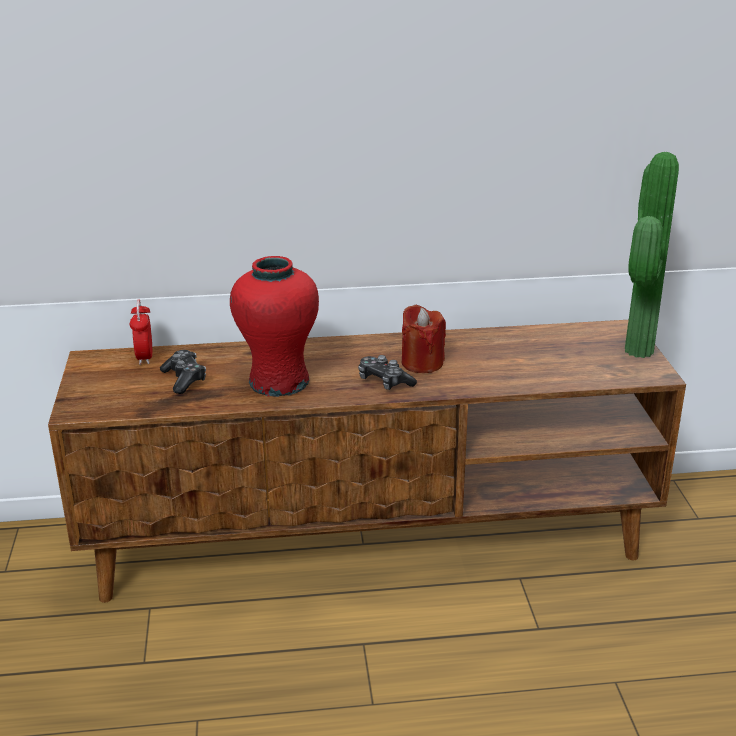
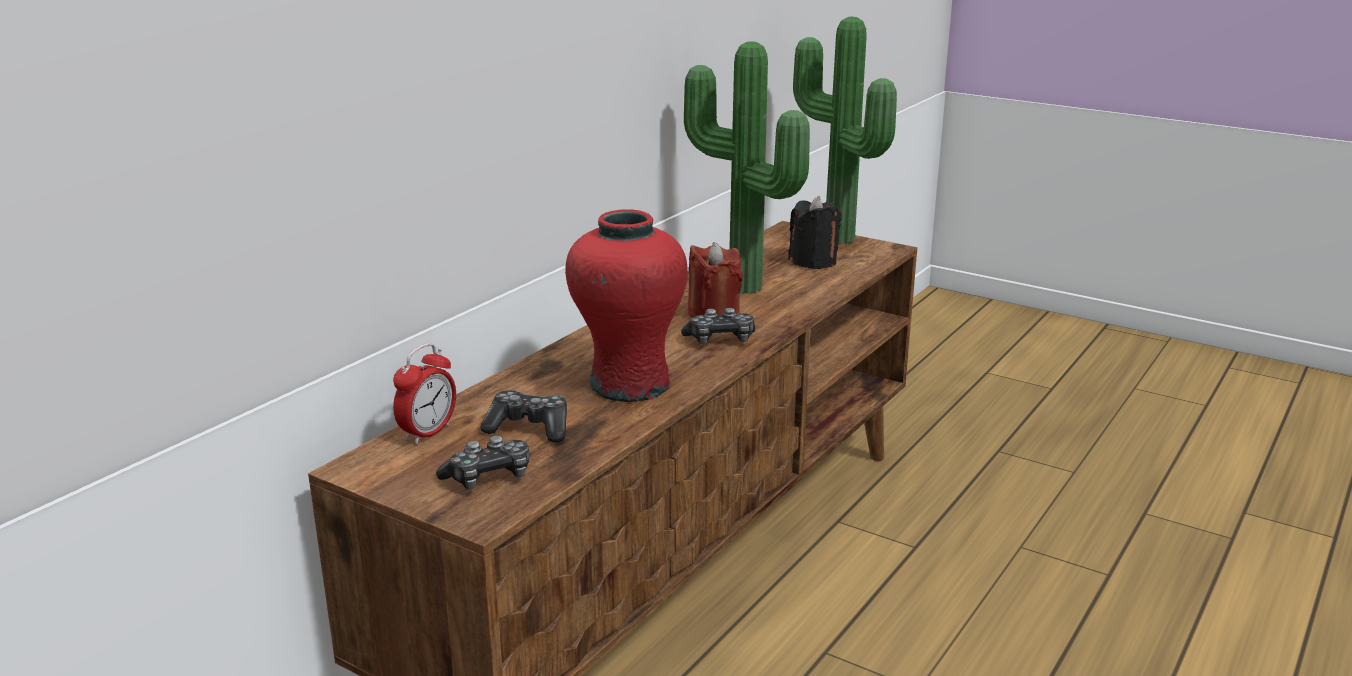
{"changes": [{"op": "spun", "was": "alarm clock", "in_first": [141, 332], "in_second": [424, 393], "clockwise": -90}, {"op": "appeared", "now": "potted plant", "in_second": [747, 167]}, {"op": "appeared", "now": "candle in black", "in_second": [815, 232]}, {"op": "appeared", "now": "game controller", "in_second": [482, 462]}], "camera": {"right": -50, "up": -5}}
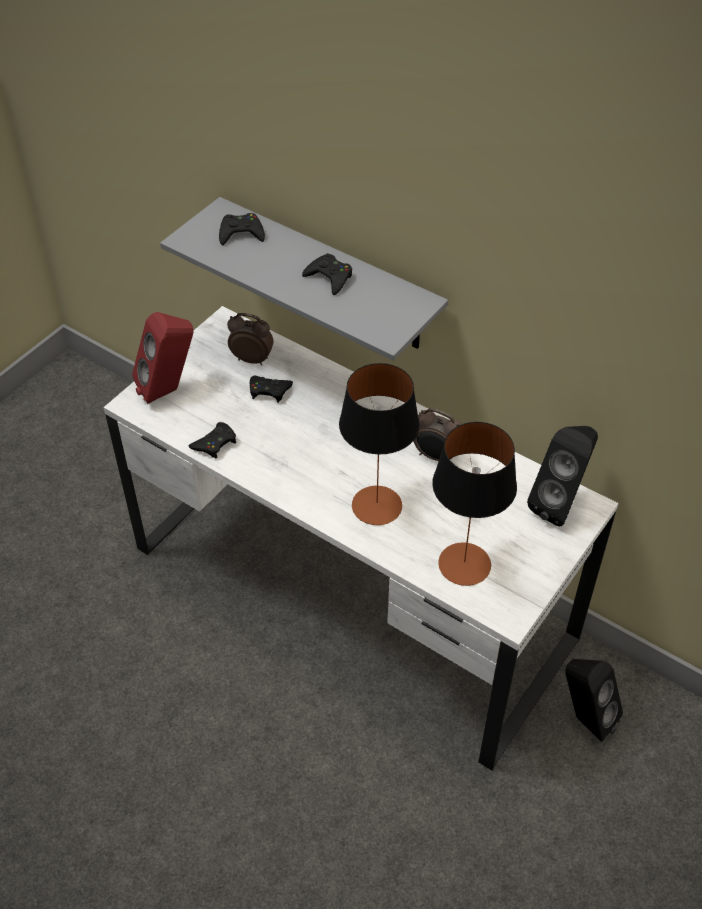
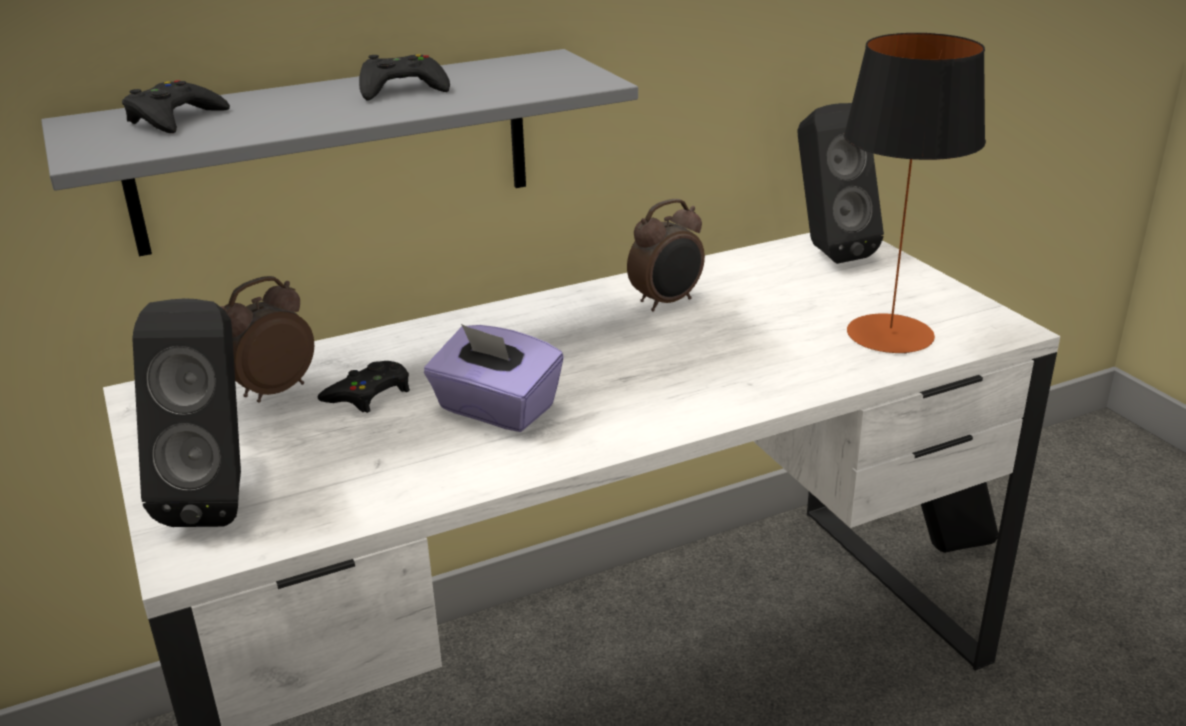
{"changes": [{"op": "colour", "was": "speaker in red", "now": "speaker in black", "in_first": [162, 358], "in_second": [186, 412]}, {"op": "missing", "was": "table lamp", "in_first": [379, 444]}, {"op": "missing", "was": "game controller in black", "in_first": [212, 440]}, {"op": "appeared", "now": "tissue box in purple", "in_second": [494, 378]}], "camera": {"right": -60, "up": -20}}
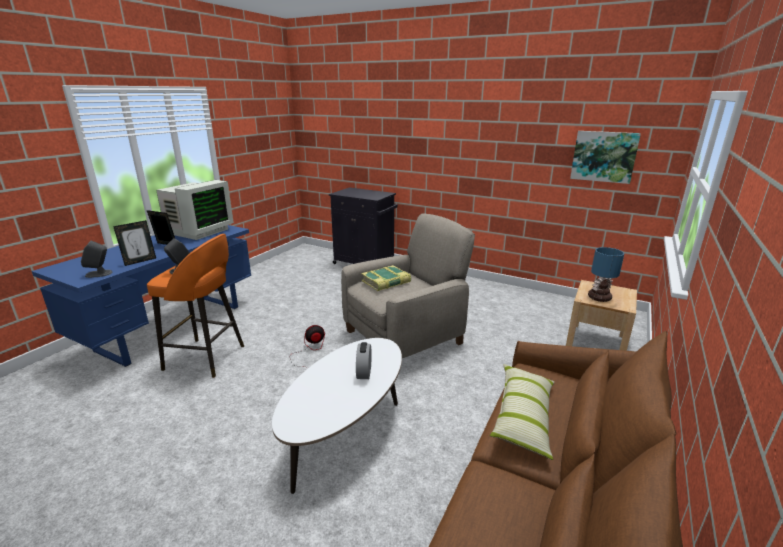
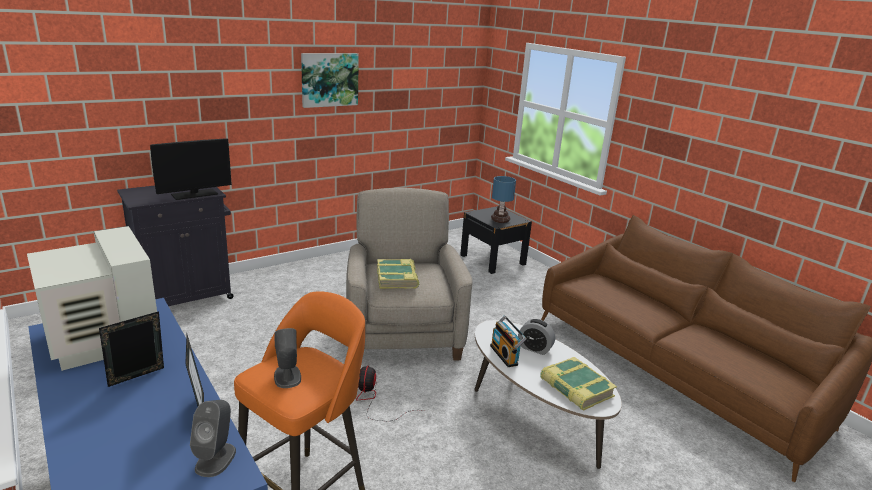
{"changes": [{"op": "relocated", "was": "picture", "in_first": [605, 157], "in_second": [330, 80]}, {"op": "colour", "was": "nightstand in beige", "now": "nightstand in black", "in_first": [601, 315], "in_second": [496, 240]}, {"op": "missing", "was": "pillow", "in_first": [522, 412]}, {"op": "appeared", "now": "monitor", "in_second": [191, 169]}, {"op": "appeared", "now": "radio", "in_second": [508, 341]}, {"op": "appeared", "now": "book", "in_second": [578, 383]}], "camera": {"right": -65, "up": 0}}
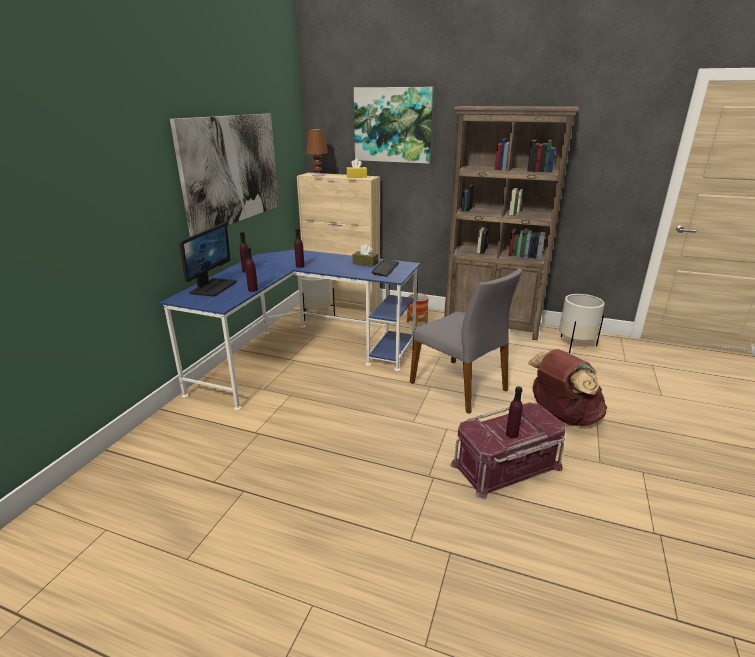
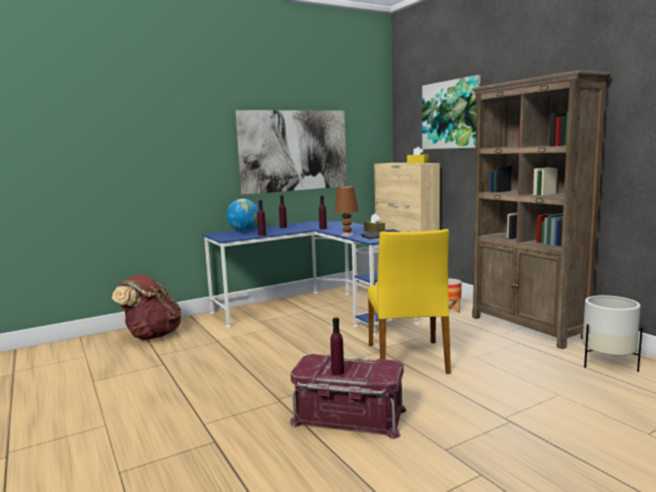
{"changes": [{"op": "relocated", "was": "table lamp in brown", "in_first": [317, 152], "in_second": [347, 211]}, {"op": "exchanged", "was": "monitor", "now": "globe", "in_first": [208, 260], "in_second": [243, 215]}, {"op": "colour", "was": "chair in grey", "now": "chair in yellow", "in_first": [466, 341], "in_second": [409, 301]}, {"op": "relocated", "was": "backpack in brown", "in_first": [567, 387], "in_second": [147, 307]}], "camera": {"right": 40, "up": -15}}
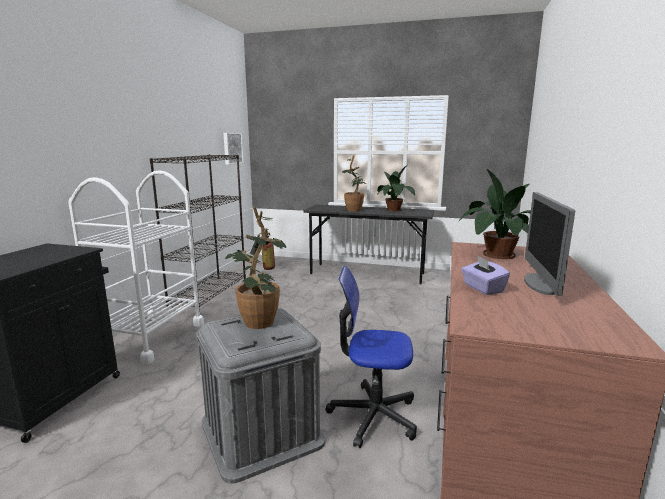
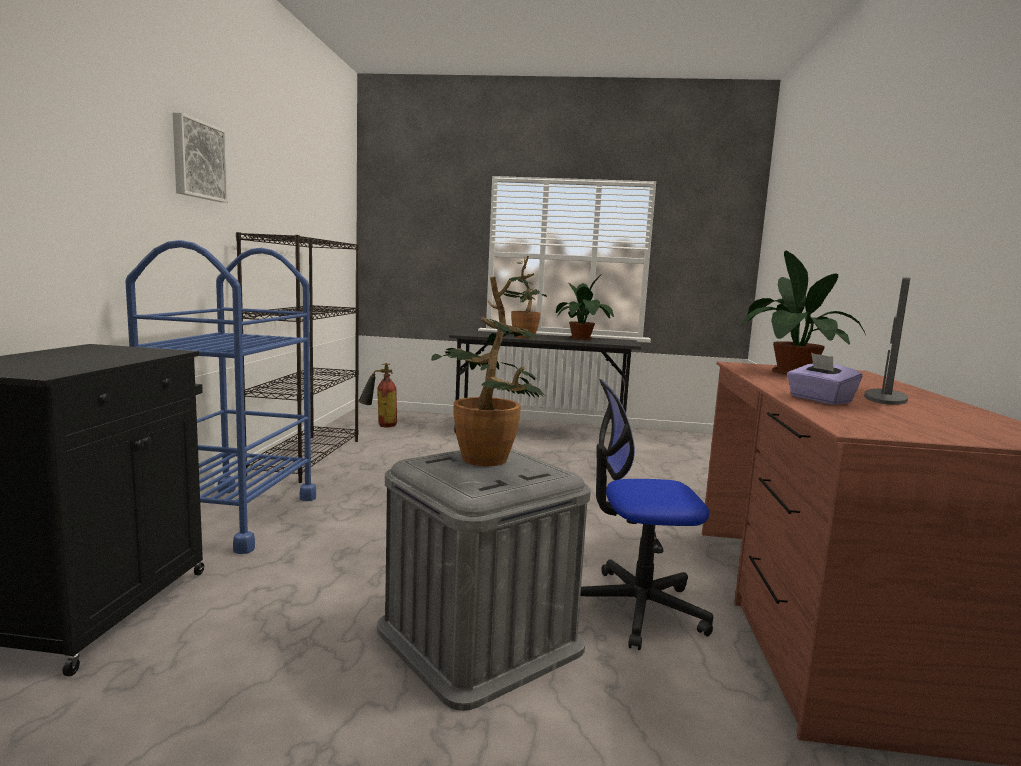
{"changes": [{"op": "relocated", "was": "picture", "in_first": [233, 149], "in_second": [200, 157]}, {"op": "colour", "was": "cart in white", "now": "cart in blue", "in_first": [136, 267], "in_second": [220, 397]}, {"op": "spun", "was": "monitor", "in_first": [549, 244], "in_second": [887, 341], "clockwise": -150}], "camera": {"right": -10, "up": -5}}
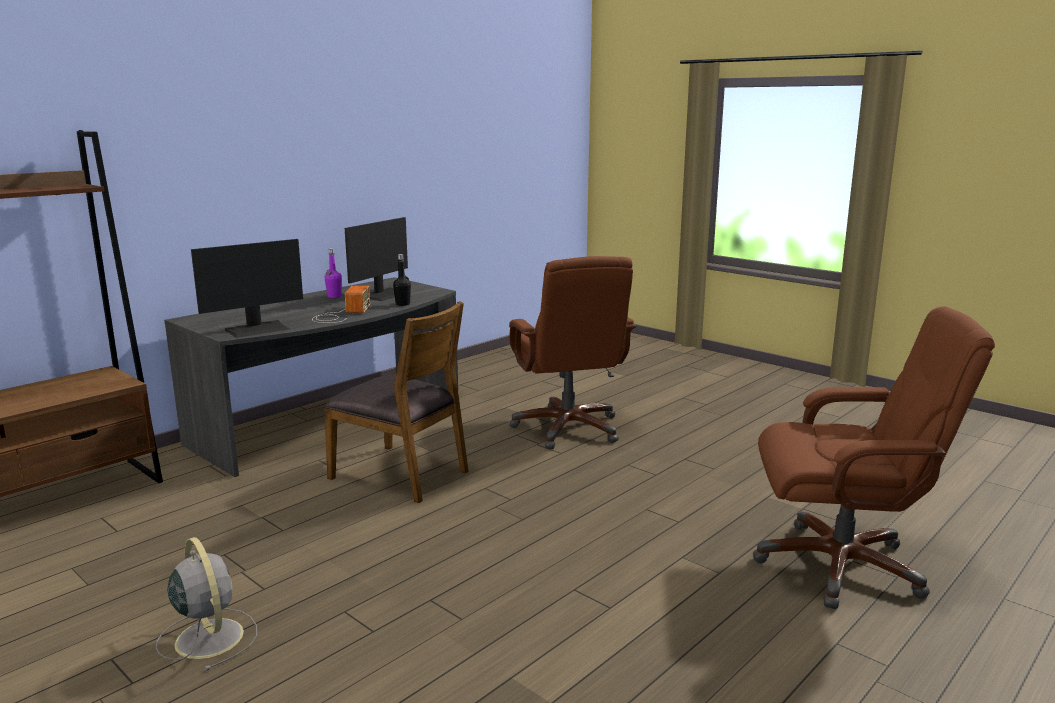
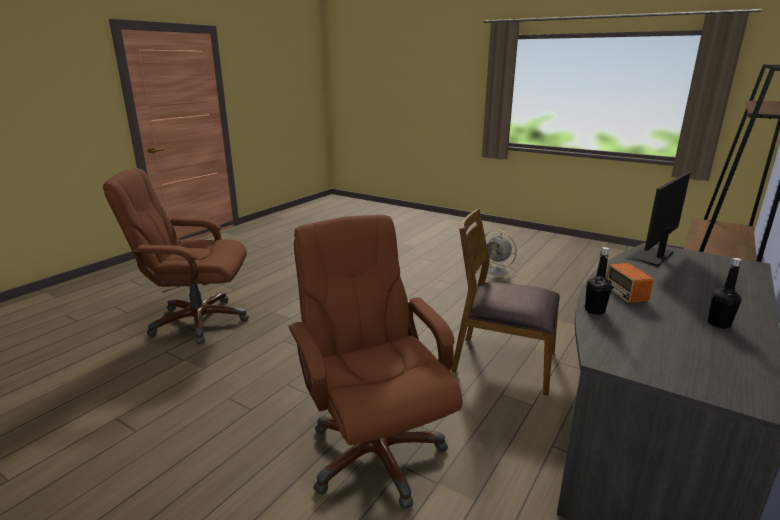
{"changes": [{"op": "missing", "was": "monitor", "in_first": [376, 259]}, {"op": "colour", "was": "bottle in purple", "now": "bottle in black", "in_first": [333, 273], "in_second": [725, 293]}], "camera": {"right": 170, "up": 5}}
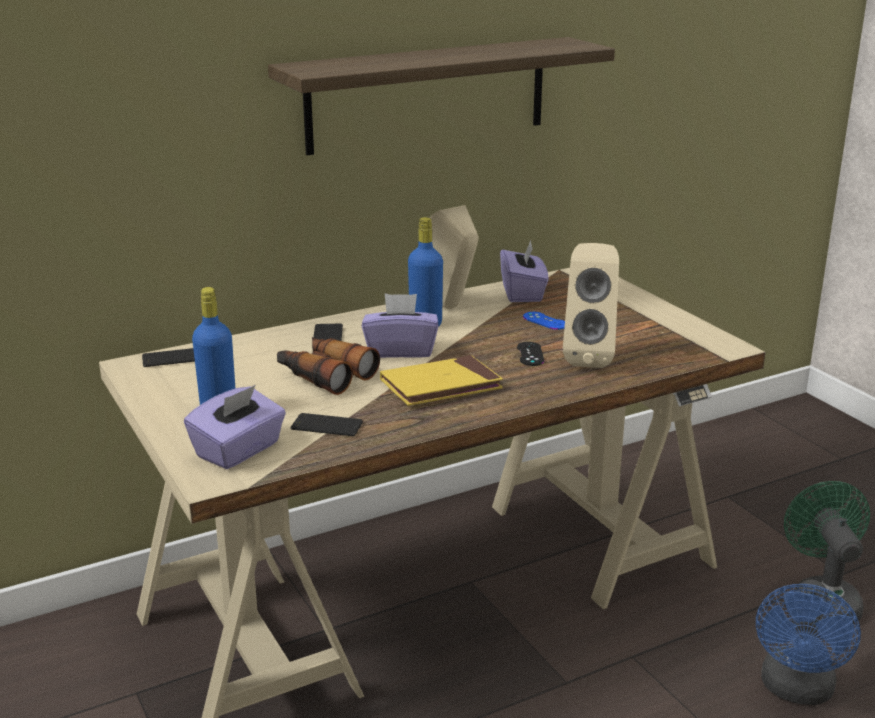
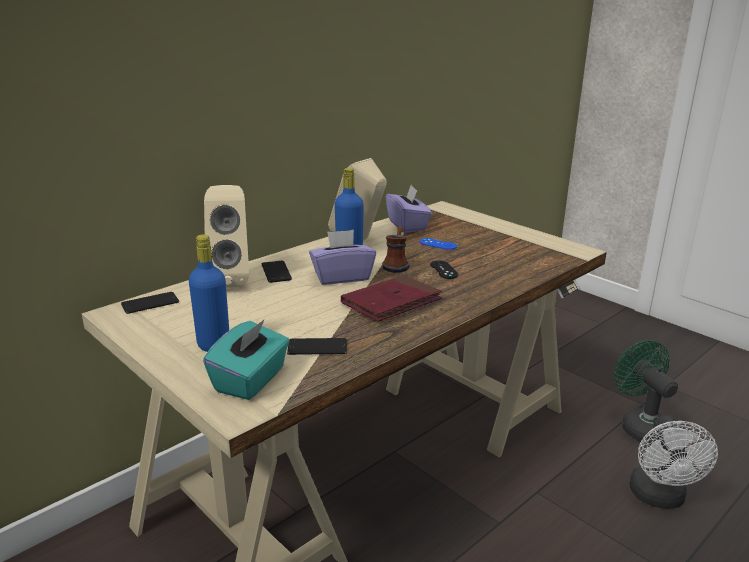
{"changes": [{"op": "missing", "was": "shelf", "in_first": [441, 96]}, {"op": "relocated", "was": "speaker in beige", "in_first": [591, 305], "in_second": [226, 236]}, {"op": "missing", "was": "binoculars", "in_first": [328, 366]}, {"op": "colour", "was": "book in yellow", "now": "book in red", "in_first": [441, 380], "in_second": [391, 298]}, {"op": "colour", "was": "tissue box in purple", "now": "tissue box in turquoise", "in_first": [235, 427], "in_second": [246, 359]}, {"op": "colour", "was": "fan in blue", "now": "fan in white", "in_first": [808, 642], "in_second": [673, 462]}, {"op": "appeared", "now": "mug", "in_second": [395, 249]}], "camera": {"right": -15, "up": 0}}
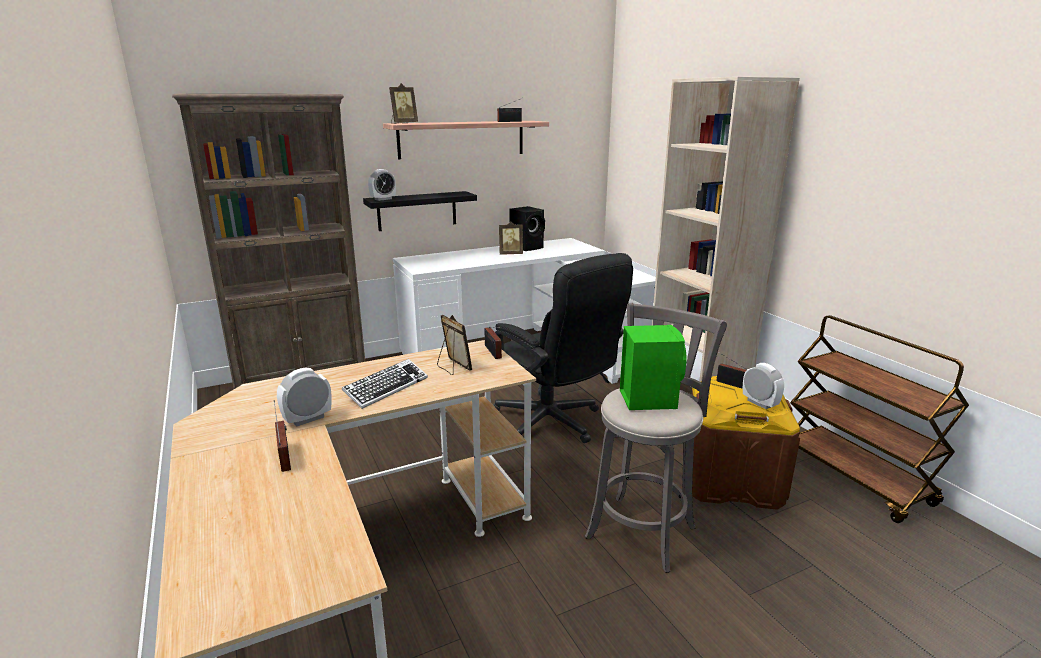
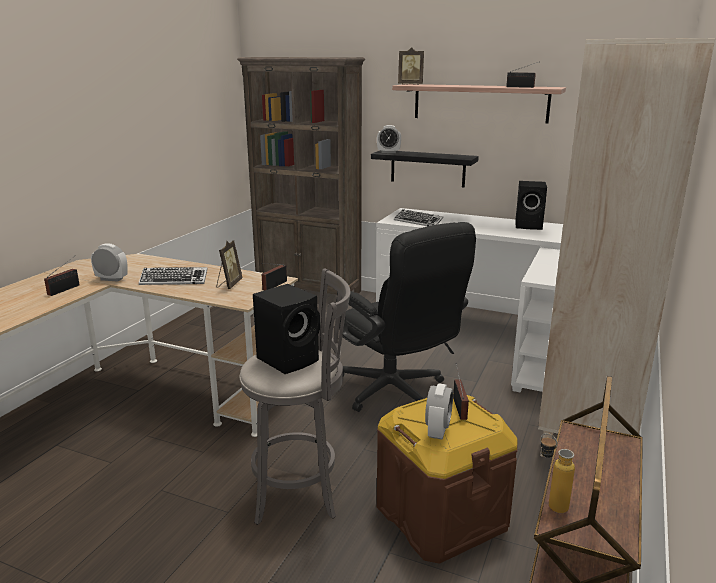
{"changes": [{"op": "missing", "was": "picture frame", "in_first": [511, 238]}, {"op": "spun", "was": "office chair in black", "in_first": [563, 348], "in_second": [406, 317], "clockwise": -45}, {"op": "colour", "was": "speaker in green", "now": "speaker in black", "in_first": [653, 367], "in_second": [286, 329]}, {"op": "appeared", "now": "keyboard", "in_second": [418, 217]}, {"op": "appeared", "now": "bottle", "in_second": [557, 473]}], "camera": {"right": 50, "up": 0}}
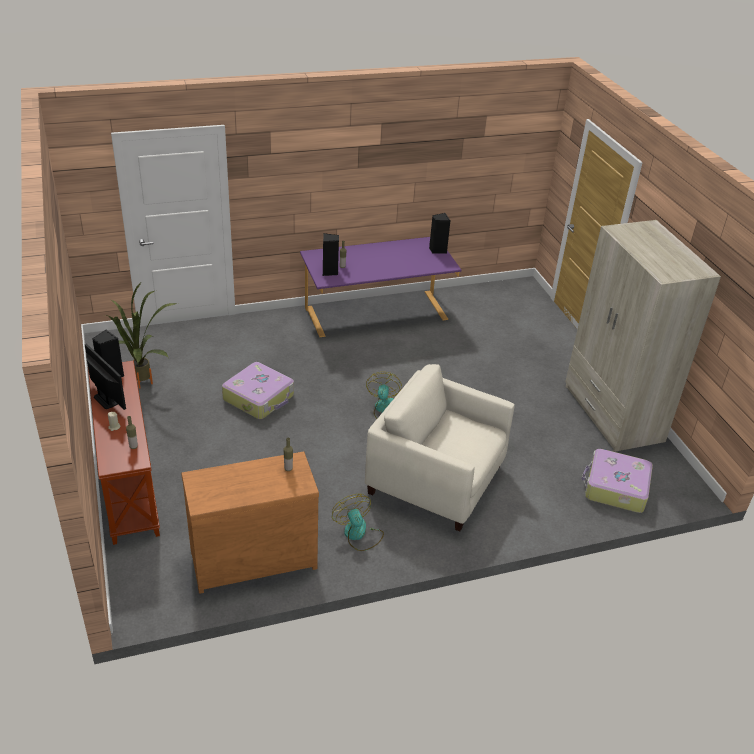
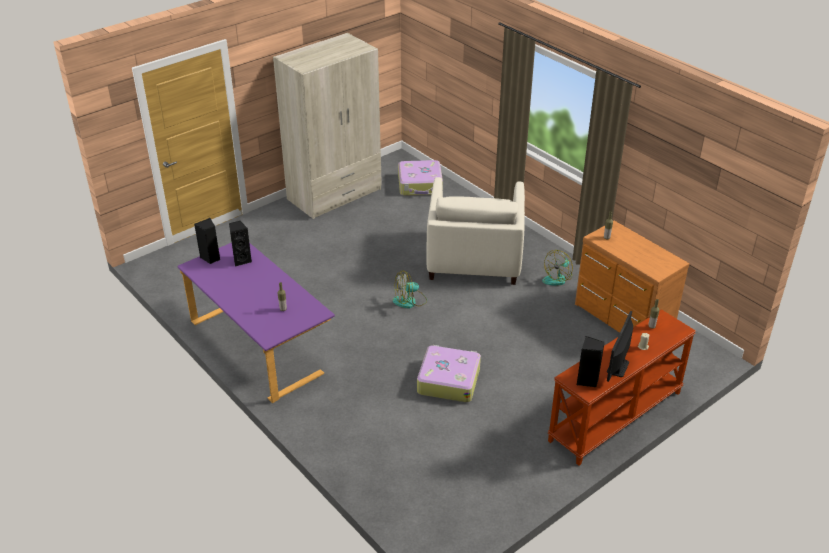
{"changes": [{"op": "relocated", "was": "speaker in black", "in_first": [331, 254], "in_second": [240, 243]}, {"op": "missing", "was": "potted plant", "in_first": [143, 336]}], "camera": {"right": -110, "up": 0}}
